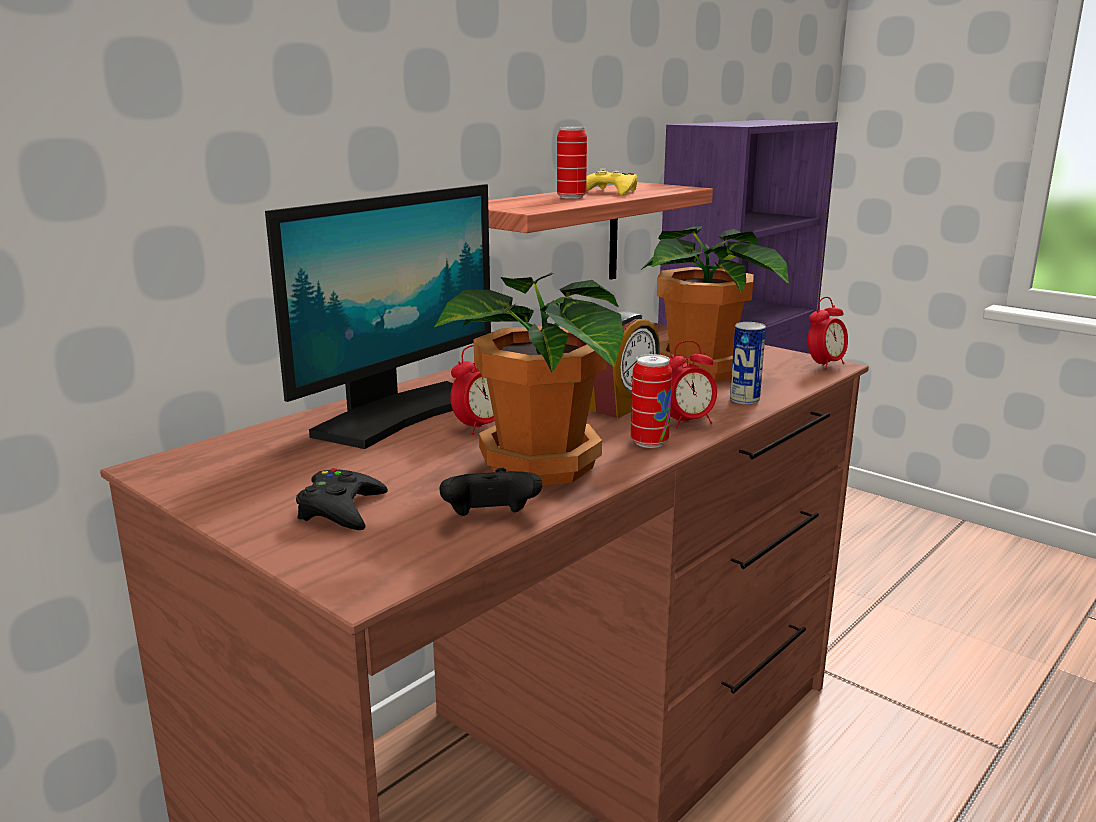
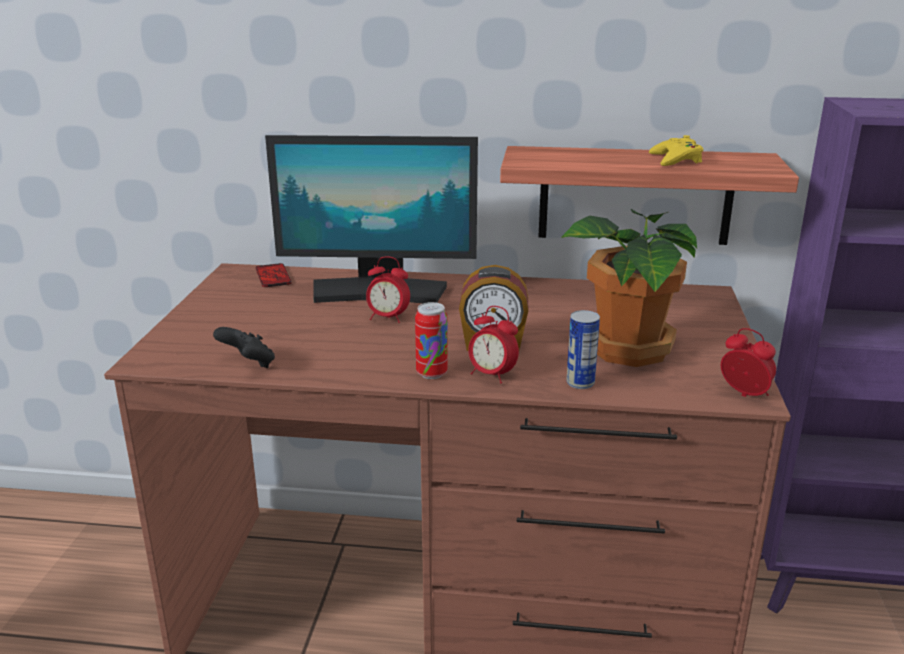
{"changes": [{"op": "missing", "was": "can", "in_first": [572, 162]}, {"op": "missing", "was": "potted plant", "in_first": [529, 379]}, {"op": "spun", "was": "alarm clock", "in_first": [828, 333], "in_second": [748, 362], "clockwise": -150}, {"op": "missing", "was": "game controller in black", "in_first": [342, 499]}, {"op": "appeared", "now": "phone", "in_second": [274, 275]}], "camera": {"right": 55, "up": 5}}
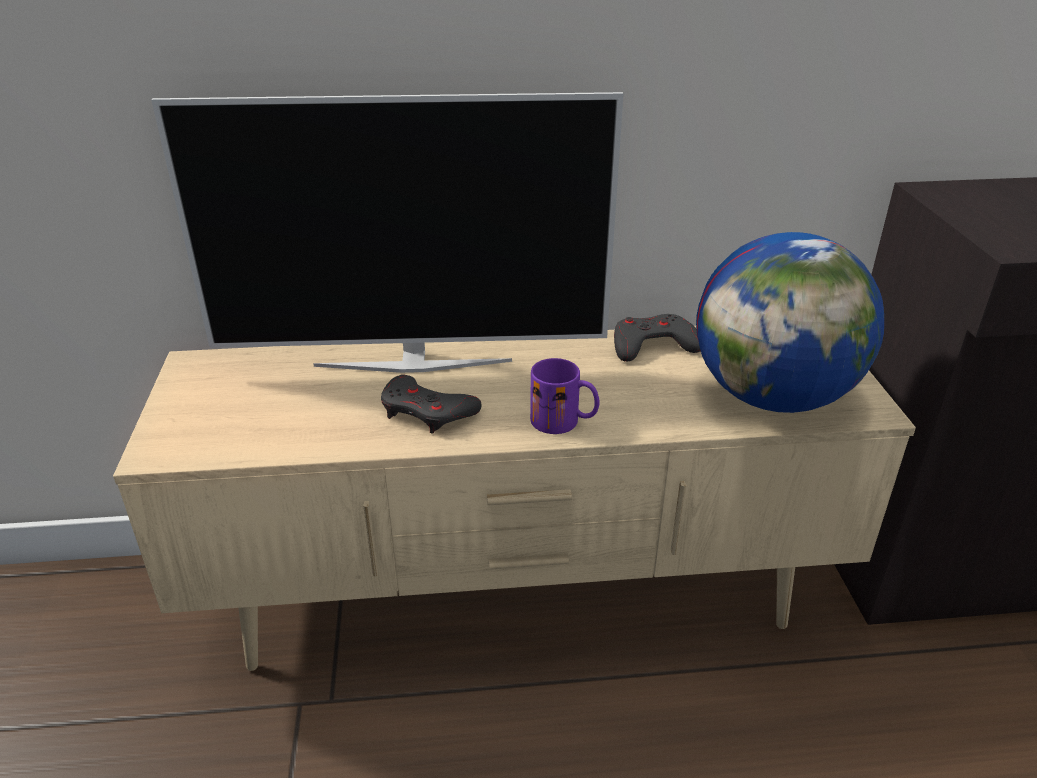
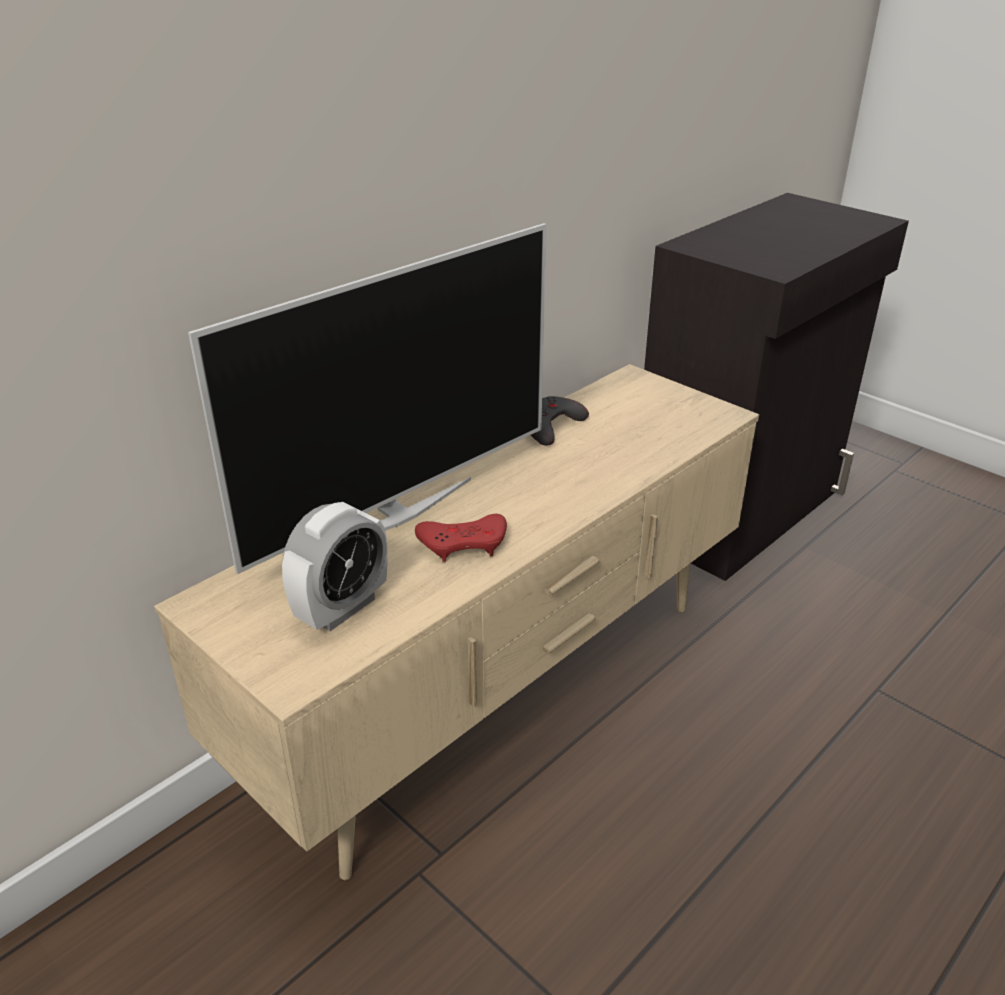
{"changes": [{"op": "missing", "was": "globe", "in_first": [790, 322]}, {"op": "missing", "was": "mug in purple", "in_first": [565, 396]}, {"op": "colour", "was": "game controller in grey", "now": "game controller in red", "in_first": [431, 404], "in_second": [461, 538]}, {"op": "appeared", "now": "alarm clock", "in_second": [334, 566]}], "camera": {"right": -40, "up": 0}}
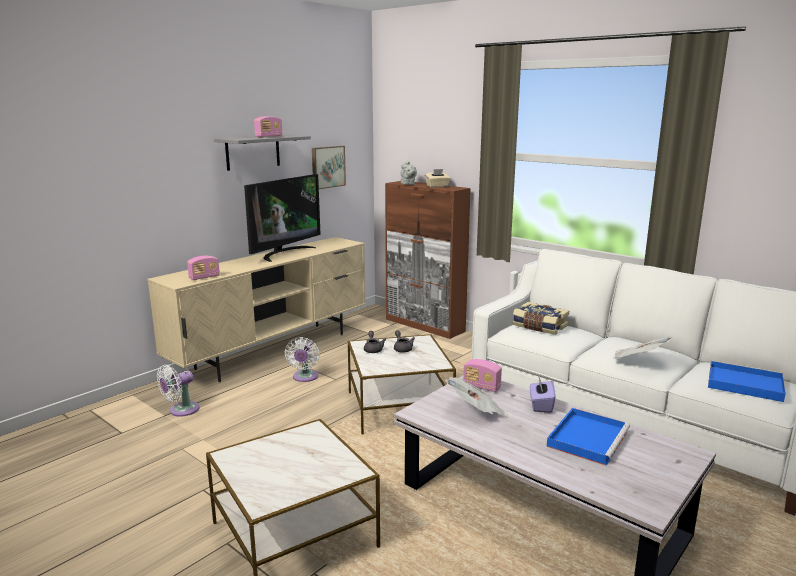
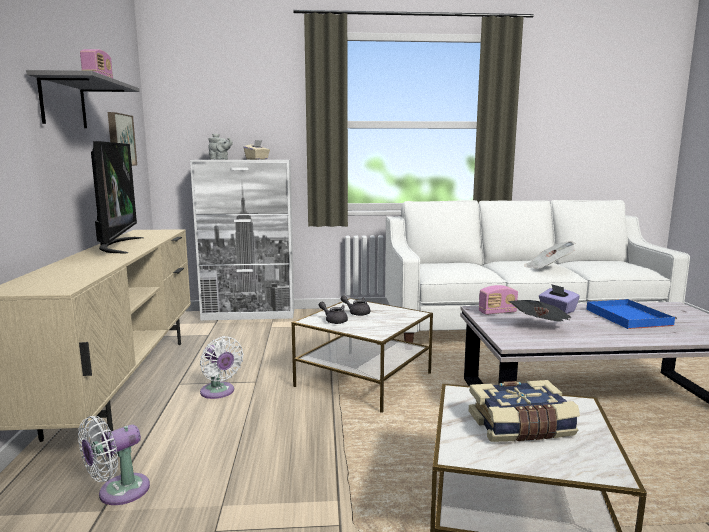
{"changes": [{"op": "colour", "was": "cabinet in brown", "now": "cabinet in white", "in_first": [428, 260], "in_second": [242, 240]}, {"op": "missing", "was": "radio", "in_first": [203, 268]}, {"op": "relocated", "was": "book", "in_first": [541, 318], "in_second": [524, 411]}, {"op": "missing", "was": "tray in blue", "in_first": [747, 381]}, {"op": "spun", "was": "fan in white", "in_first": [178, 391], "in_second": [114, 460], "clockwise": 45}], "camera": {"right": -45, "up": -5}}
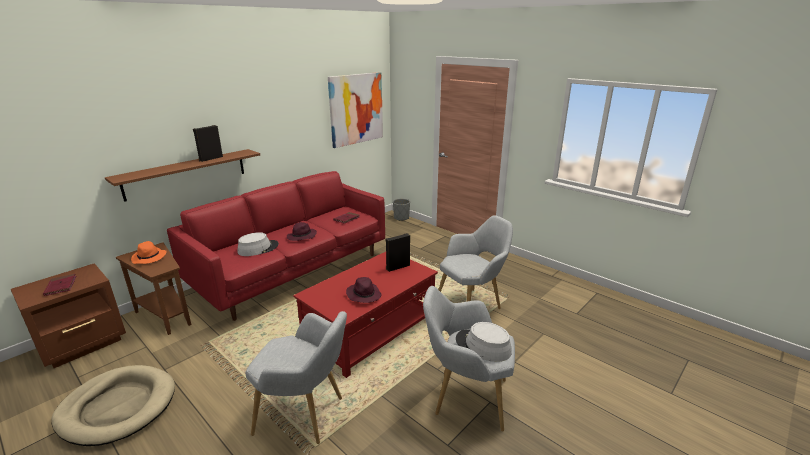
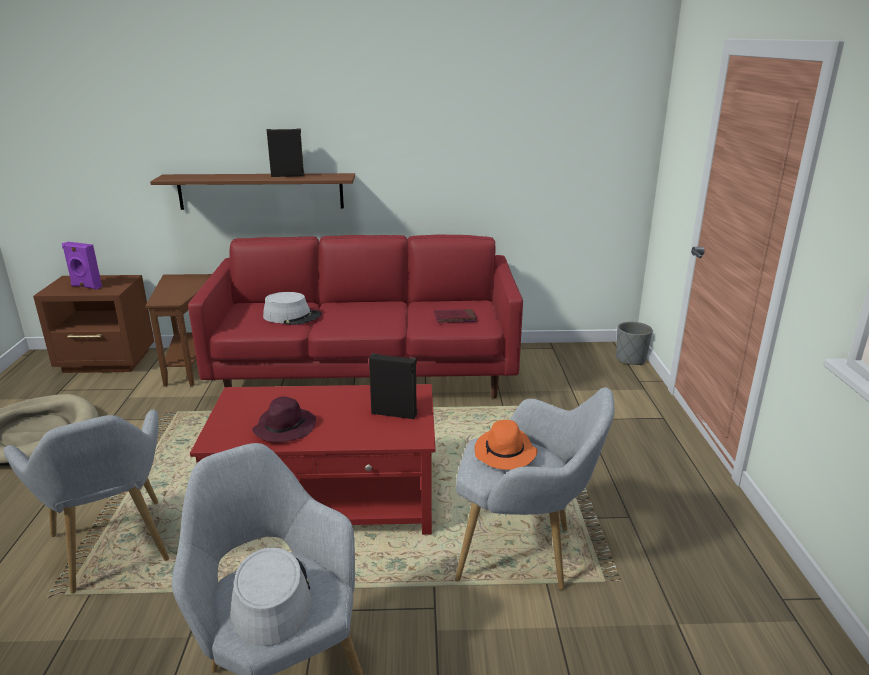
{"changes": [{"op": "missing", "was": "picture", "in_first": [355, 110]}, {"op": "missing", "was": "hat in purple", "in_first": [302, 231]}, {"op": "relocated", "was": "hat in orange", "in_first": [148, 252], "in_second": [506, 445]}, {"op": "exchanged", "was": "book in red", "now": "speaker in purple", "in_first": [59, 285], "in_second": [82, 266]}], "camera": {"right": 45, "up": 0}}
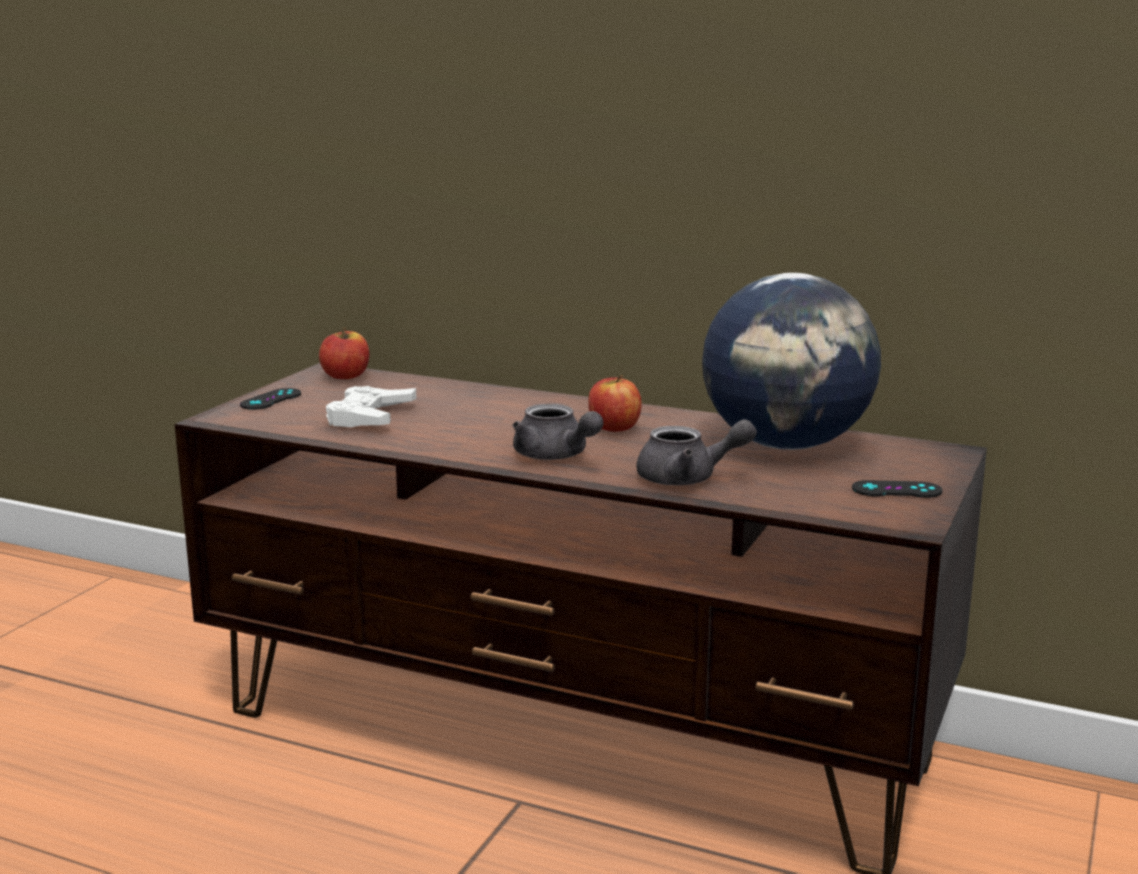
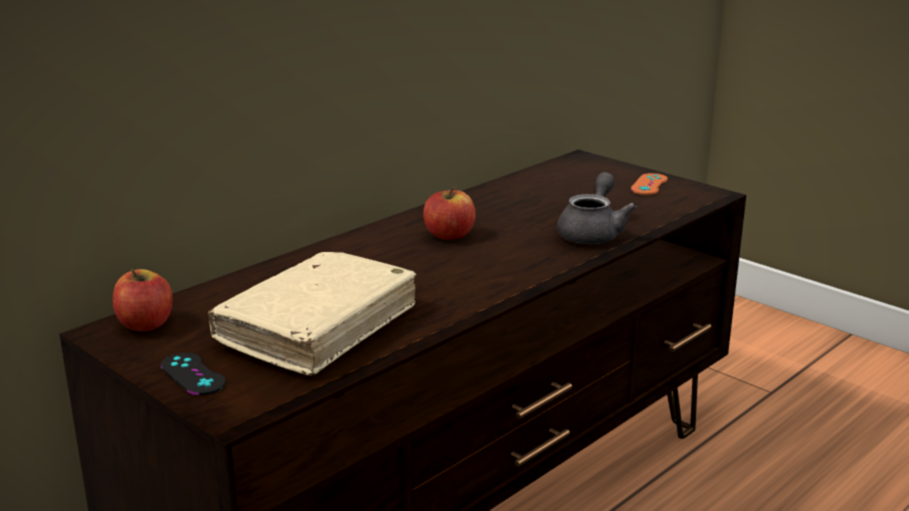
{"changes": [{"op": "missing", "was": "globe", "in_first": [791, 361]}, {"op": "exchanged", "was": "game controller in white", "now": "book in beige", "in_first": [371, 406], "in_second": [312, 313]}, {"op": "missing", "was": "teapot in grey", "in_first": [558, 432]}, {"op": "colour", "was": "game controller in black", "now": "game controller in orange", "in_first": [897, 489], "in_second": [649, 184]}], "camera": {"right": -70, "up": 5}}
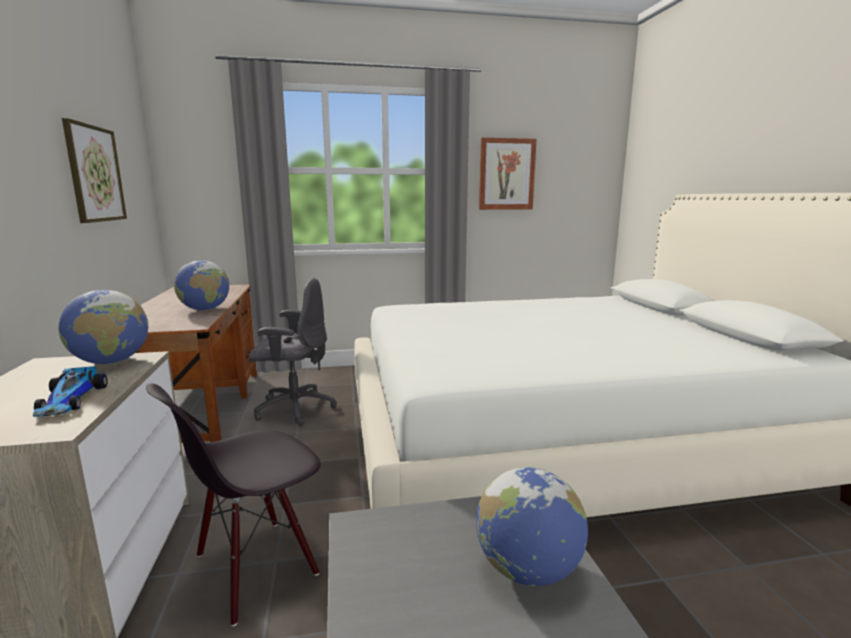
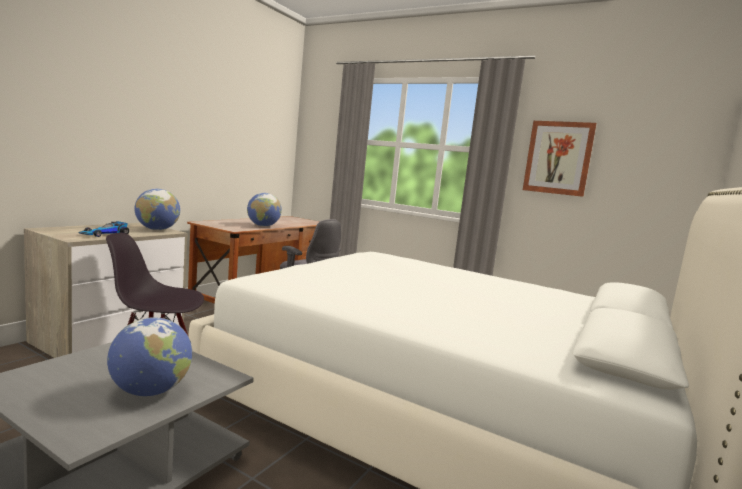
{"changes": [{"op": "missing", "was": "picture", "in_first": [94, 170]}], "camera": {"right": 40, "up": -5}}
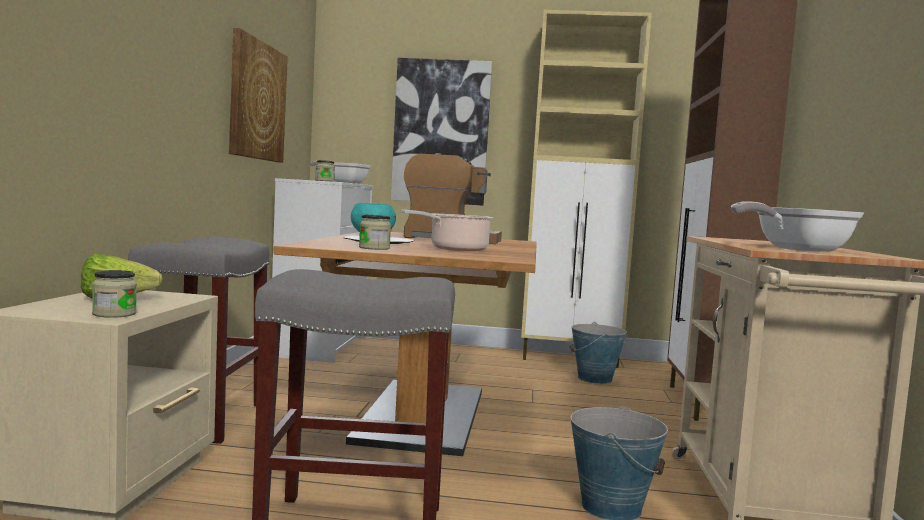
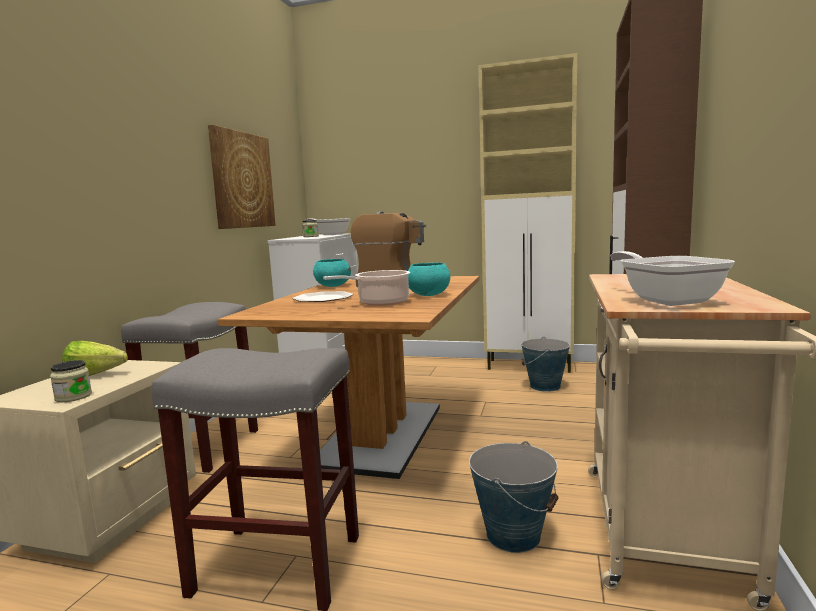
{"changes": [{"op": "missing", "was": "picture", "in_first": [441, 131]}, {"op": "spun", "was": "frying pan", "in_first": [797, 226], "in_second": [672, 278], "clockwise": 90}, {"op": "missing", "was": "jar", "in_first": [375, 232]}, {"op": "appeared", "now": "bowl in turquoise", "in_second": [429, 279]}], "camera": {"right": 10, "up": 5}}
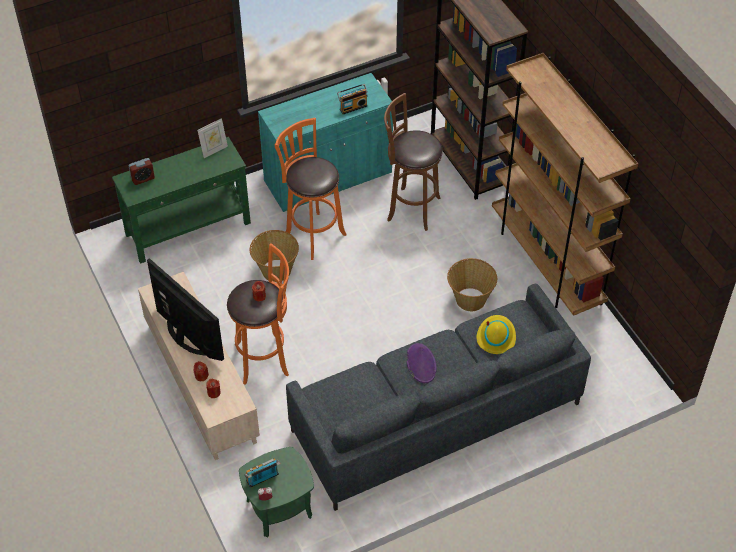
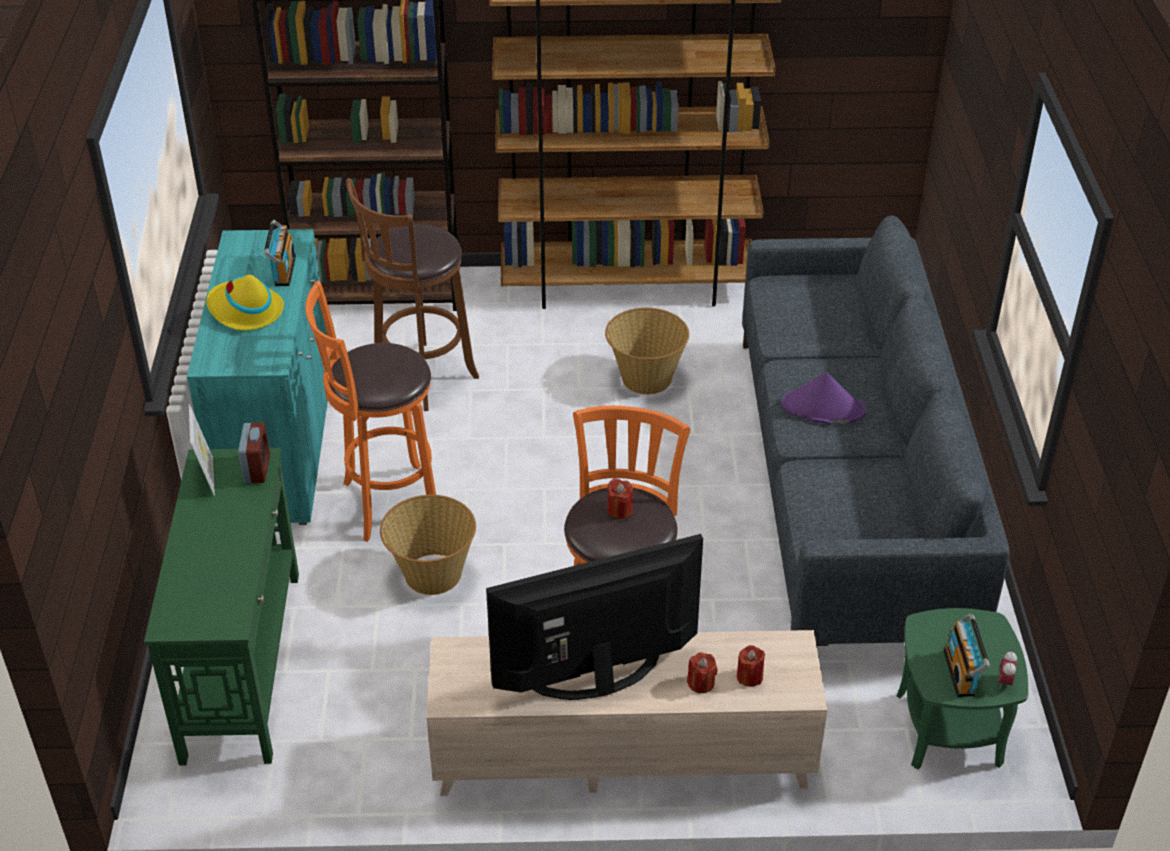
{"changes": [{"op": "relocated", "was": "alarm clock", "in_first": [142, 171], "in_second": [254, 452]}, {"op": "relocated", "was": "hat in yellow", "in_first": [496, 334], "in_second": [245, 303]}], "camera": {"right": -65, "up": -10}}
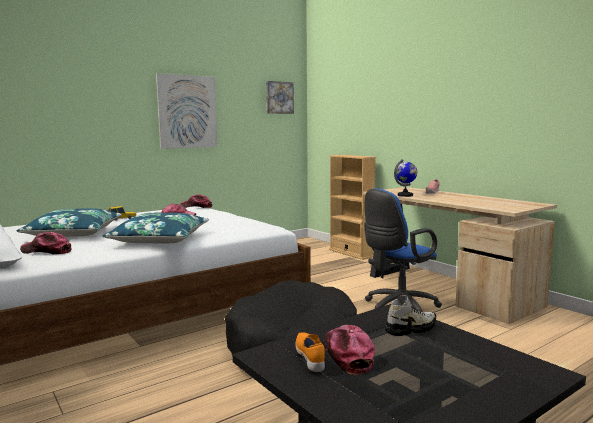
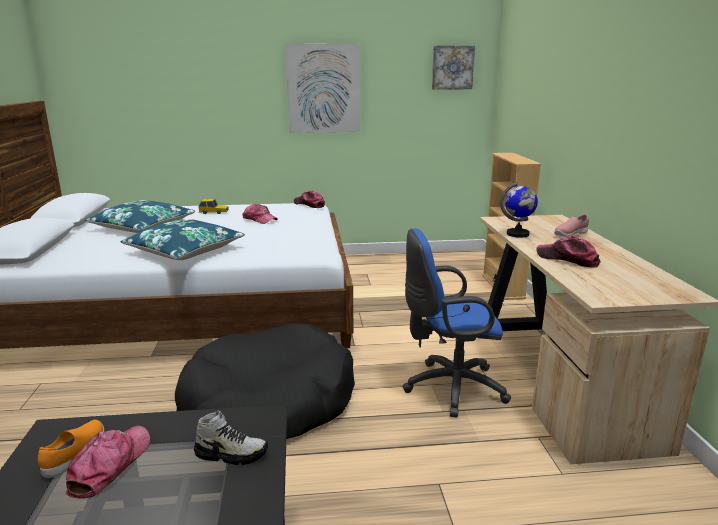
{"changes": [{"op": "relocated", "was": "cap", "in_first": [45, 243], "in_second": [568, 252]}], "camera": {"right": 30, "up": 10}}
